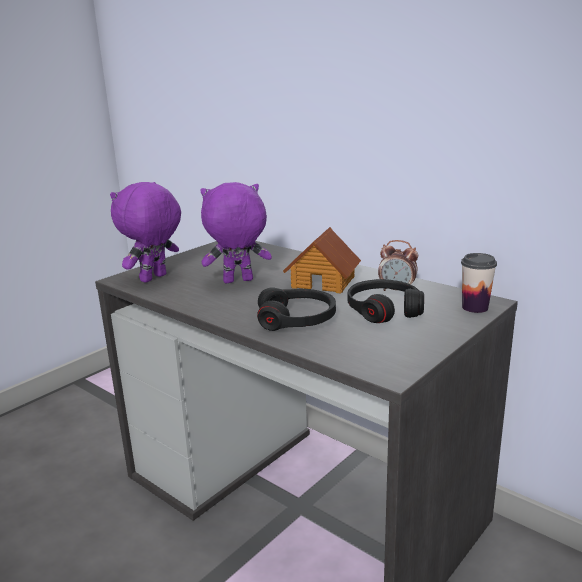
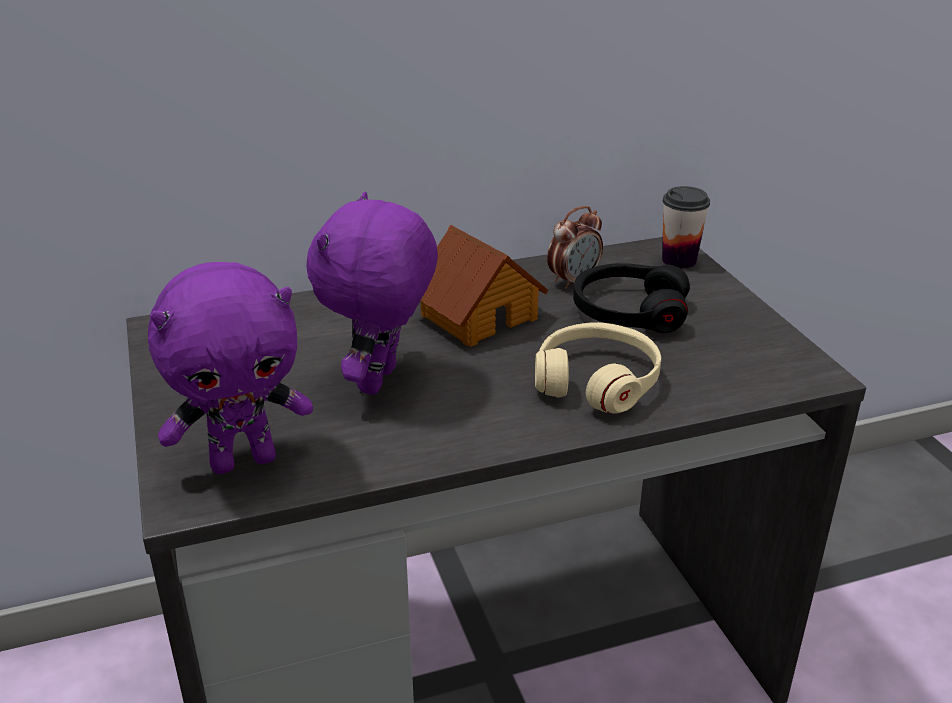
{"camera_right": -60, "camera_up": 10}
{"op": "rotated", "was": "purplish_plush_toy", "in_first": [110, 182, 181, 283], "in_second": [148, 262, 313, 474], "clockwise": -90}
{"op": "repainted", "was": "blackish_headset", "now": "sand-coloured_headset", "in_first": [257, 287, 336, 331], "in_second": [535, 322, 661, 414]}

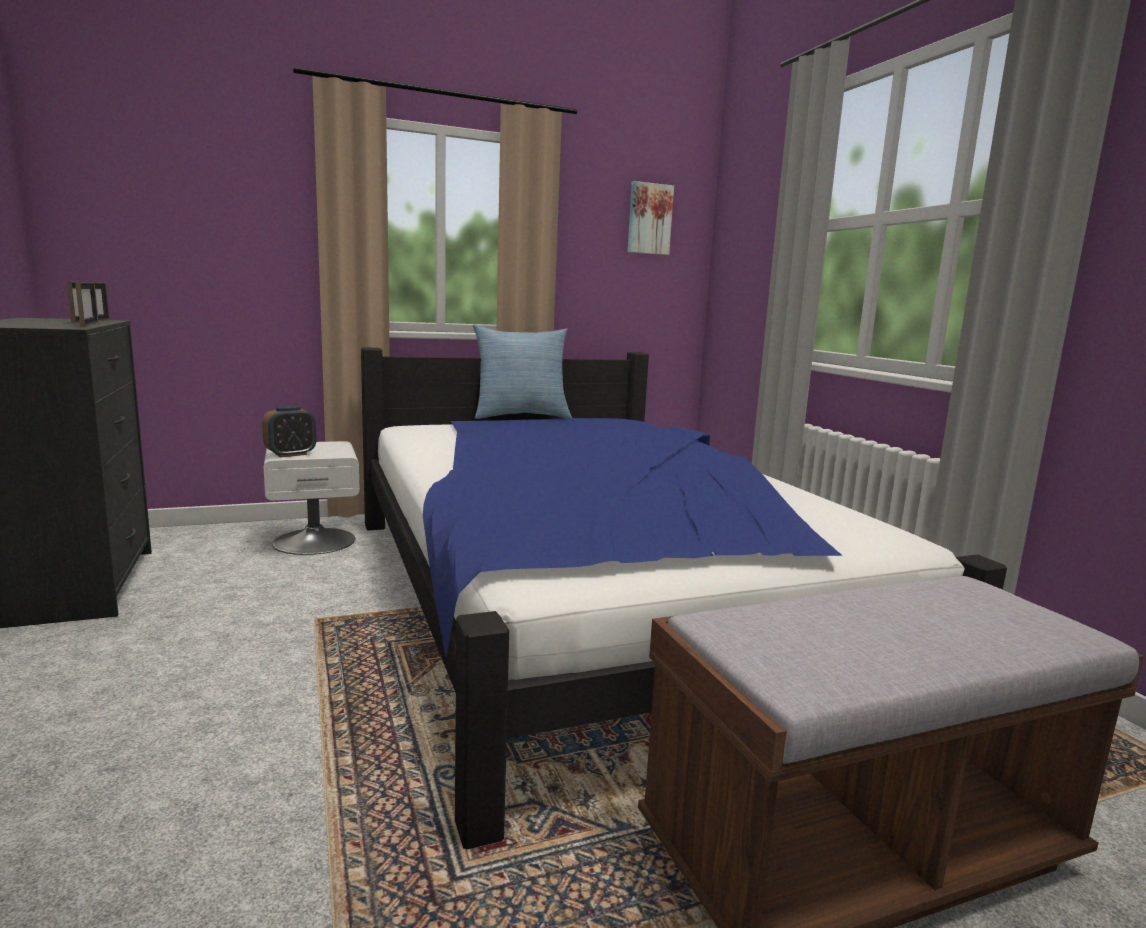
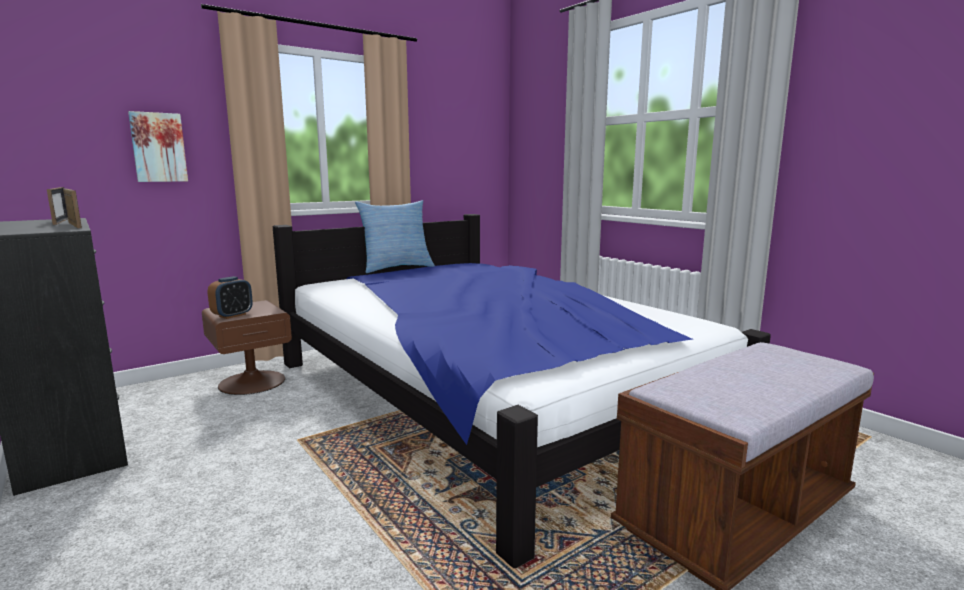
{"camera_right": -15, "camera_up": 0}
{"op": "shifted", "was": "picture", "in_first": [628, 181, 674, 255], "in_second": [128, 111, 188, 182]}
{"op": "repainted", "was": "white_night_table", "now": "brownish_night_table", "in_first": [264, 441, 360, 555], "in_second": [202, 300, 292, 395]}

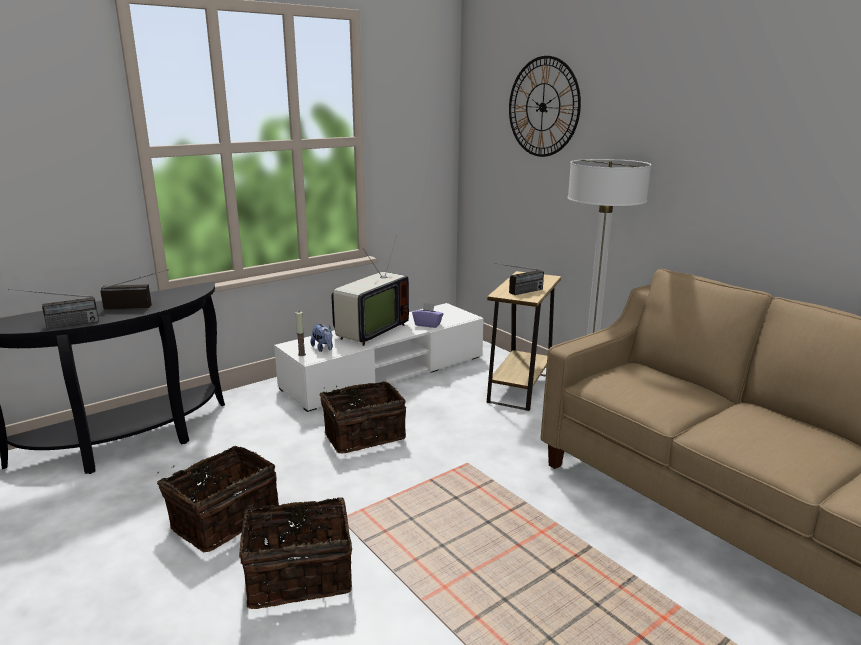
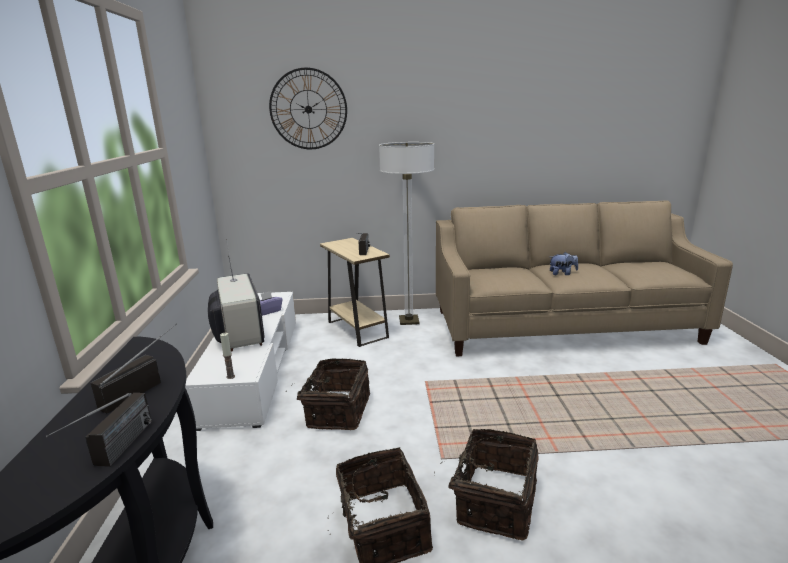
{"camera_right": -55, "camera_up": 0}
{"op": "shifted", "was": "plush_toy", "in_first": [311, 324, 333, 352], "in_second": [550, 252, 578, 275]}

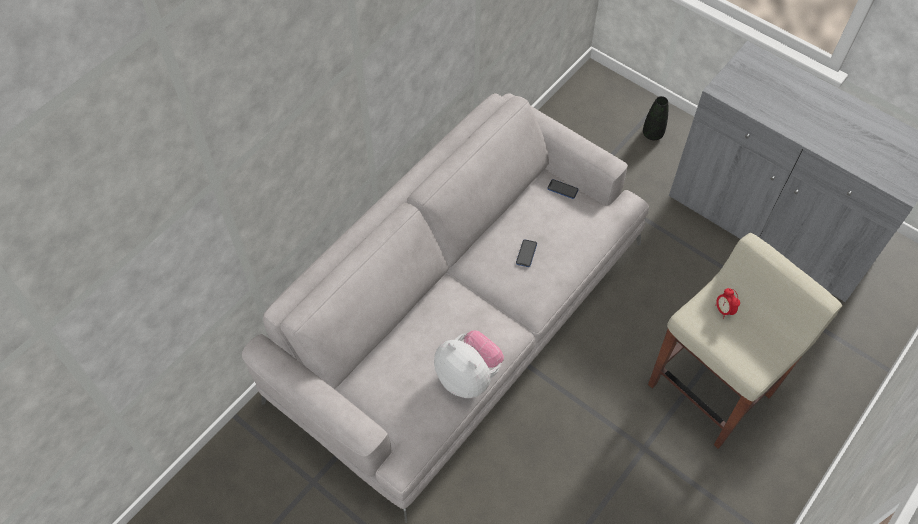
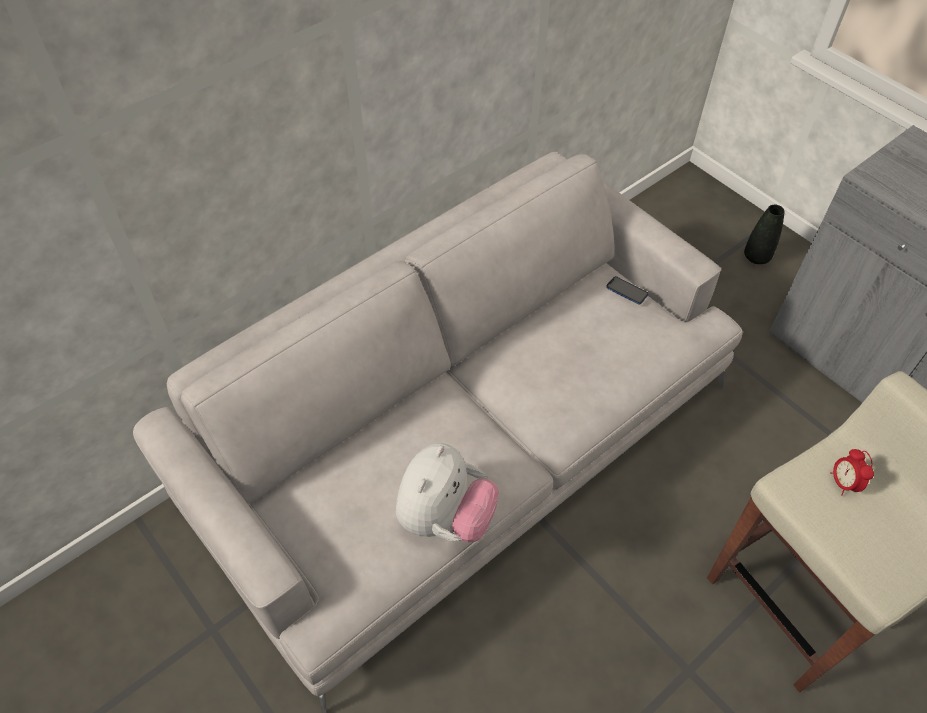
{"camera_right": 10, "camera_up": -5}
{"op": "gone", "was": "handset", "in_first": [516, 239, 537, 267]}
{"op": "rotated", "was": "plush_toy", "in_first": [434, 330, 504, 398], "in_second": [395, 443, 499, 542], "clockwise": 60}

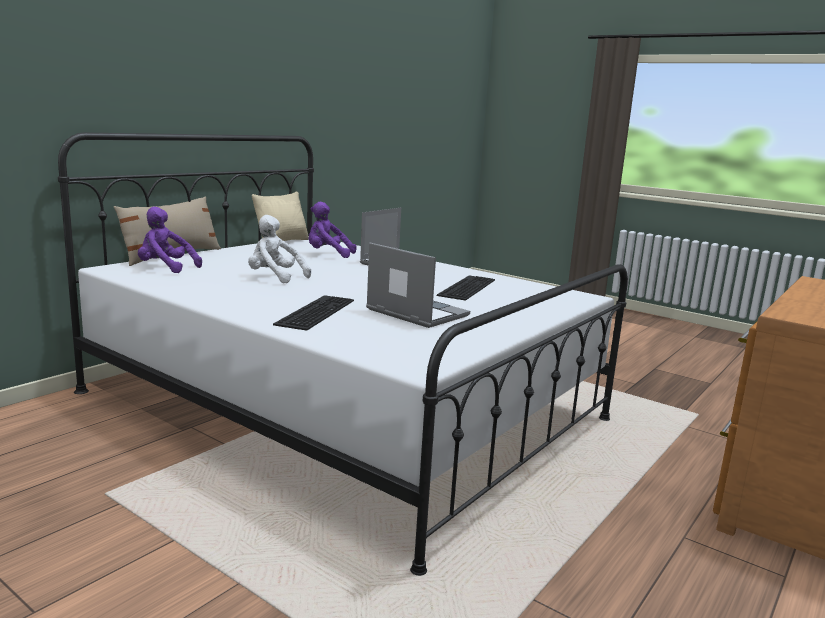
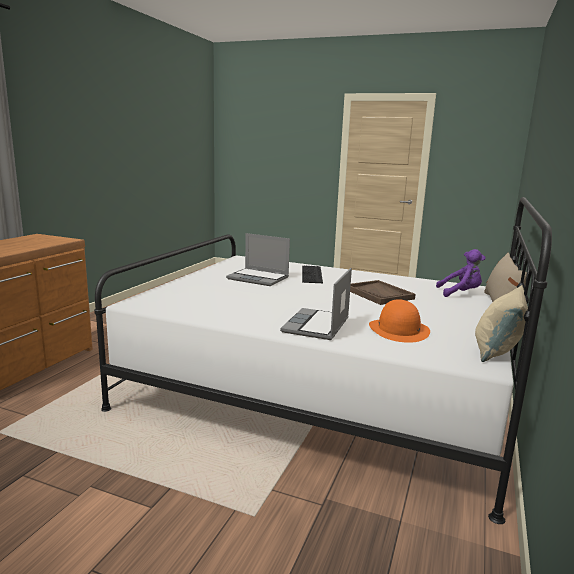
{"camera_right": 165, "camera_up": 0}
{"op": "swapped", "was": "purplish_plush_toy", "now": "orange-coloured_clothing_hat", "in_first": [309, 202, 356, 258], "in_second": [369, 299, 430, 343]}
{"op": "swapped", "was": "white_plush_toy", "now": "brownish_carrying_tray", "in_first": [248, 215, 311, 283], "in_second": [350, 280, 416, 305]}
{"op": "gone", "was": "keyboard", "in_first": [437, 275, 495, 301]}

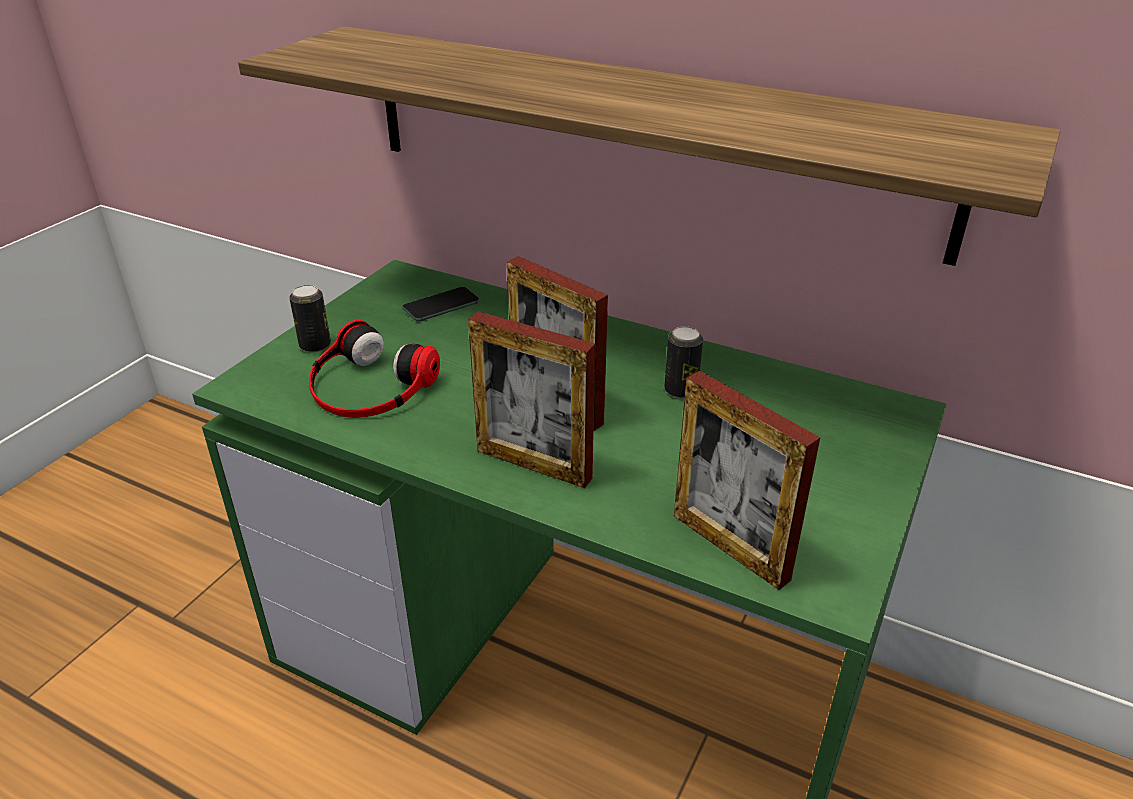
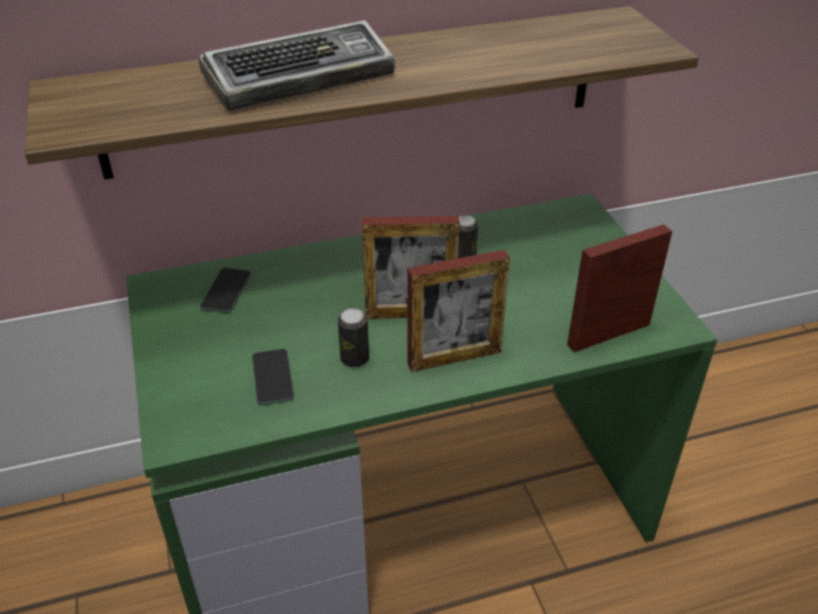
{"camera_right": -45, "camera_up": 5}
{"op": "shifted", "was": "sealed_can", "in_first": [289, 285, 331, 352], "in_second": [338, 308, 369, 367]}
{"op": "swapped", "was": "headset", "now": "handset", "in_first": [309, 320, 440, 418], "in_second": [252, 349, 294, 405]}
{"op": "rotated", "was": "photo_frame", "in_first": [674, 371, 821, 590], "in_second": [567, 224, 672, 353], "clockwise": 150}
{"op": "new", "now": "keyboard", "in_second": [198, 20, 395, 111]}

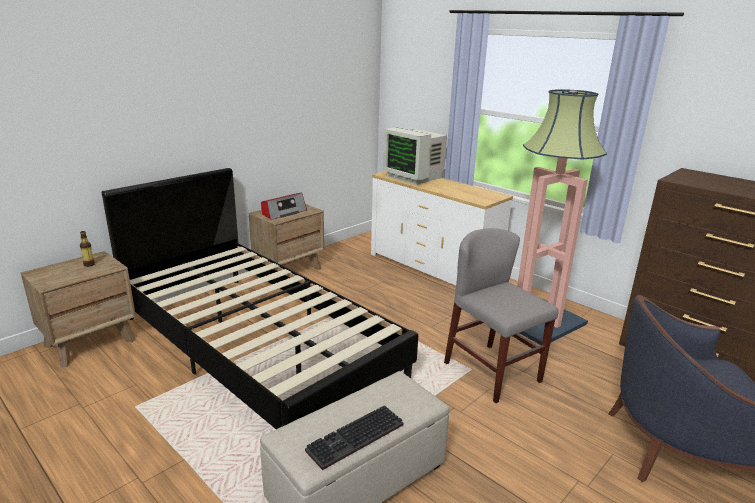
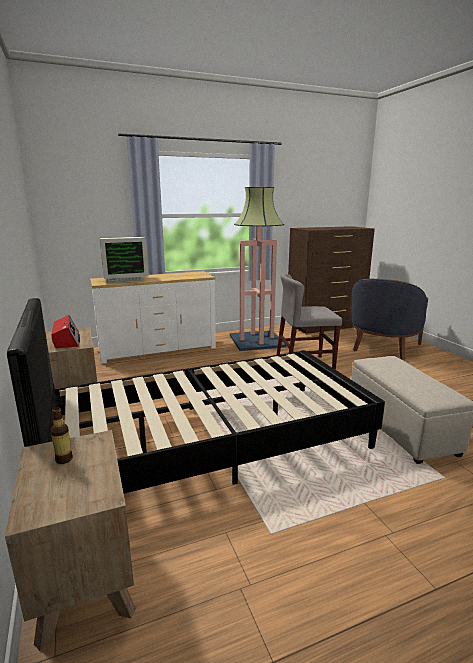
{"camera_right": -65, "camera_up": -5}
{"op": "gone", "was": "keyboard", "in_first": [305, 405, 403, 470]}

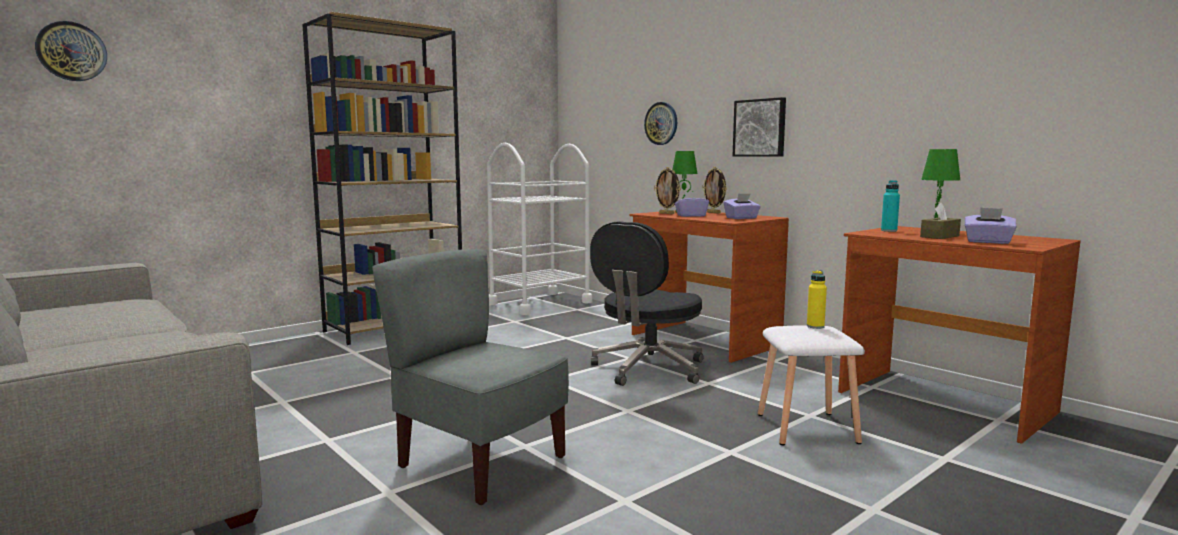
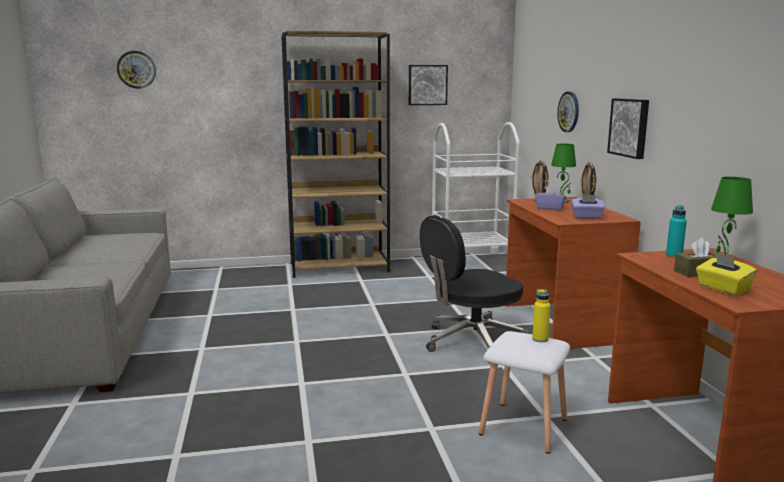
{"camera_right": 30, "camera_up": 5}
{"op": "repainted", "was": "purplish_box_of_tissues", "now": "yellowish_box_of_tissues", "in_first": [965, 207, 1017, 244], "in_second": [696, 252, 757, 295]}
{"op": "gone", "was": "greyish_upright_chair", "in_first": [372, 249, 569, 505]}
{"op": "new", "now": "picture", "in_second": [409, 65, 448, 105]}

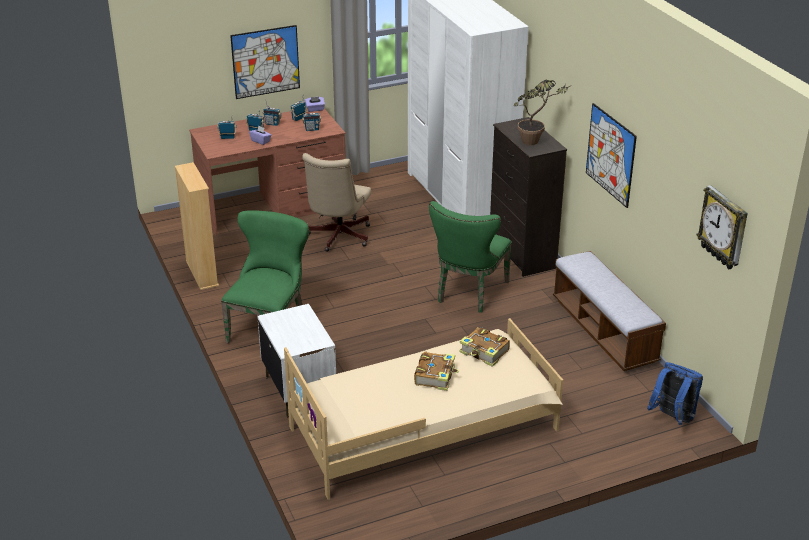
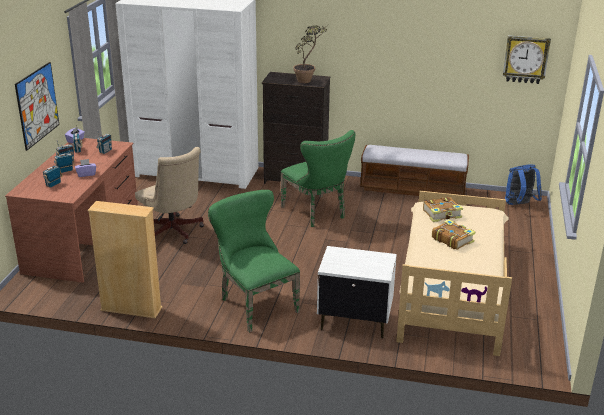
{"camera_right": -55, "camera_up": -5}
{"op": "gone", "was": "picture", "in_first": [586, 103, 637, 208]}

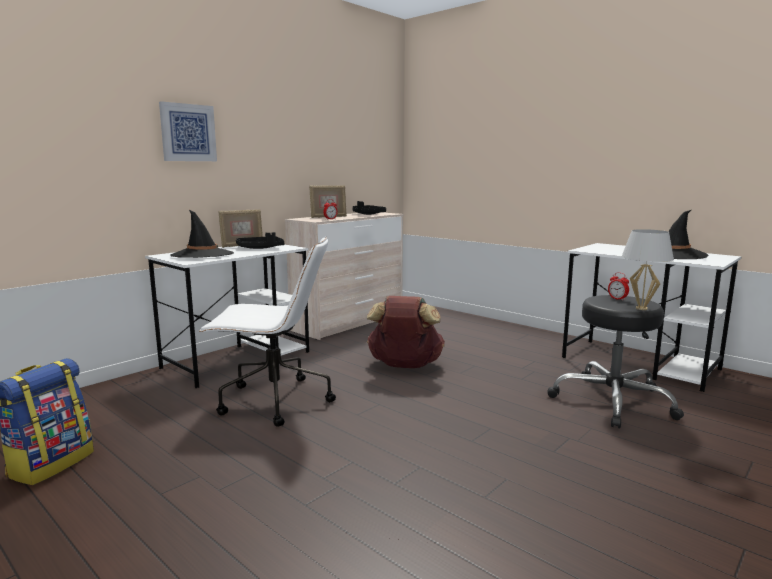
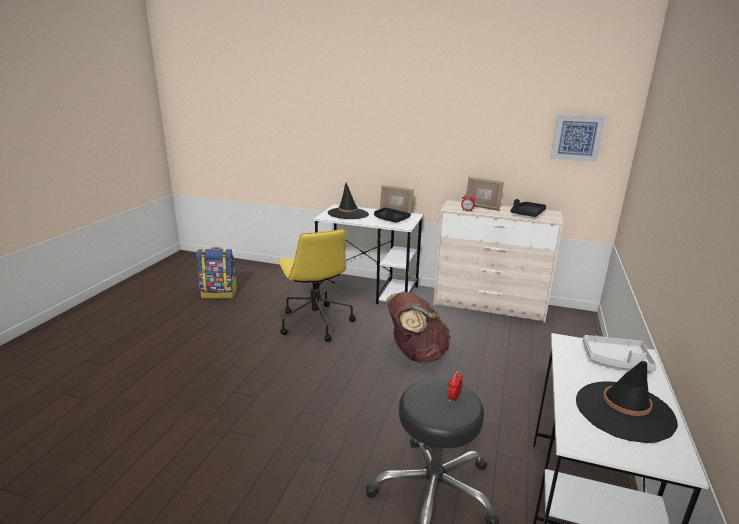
{"camera_right": 65, "camera_up": 10}
{"op": "shifted", "was": "picture", "in_first": [159, 101, 217, 161], "in_second": [551, 114, 606, 162]}
{"op": "gone", "was": "white_tabletop_lamp", "in_first": [622, 229, 674, 310]}
{"op": "repainted", "was": "white_desk_chair", "now": "yellowish_desk_chair", "in_first": [199, 236, 336, 427], "in_second": [277, 229, 356, 342]}
{"op": "new", "now": "white_carrying_tray", "in_second": [583, 335, 657, 371]}

